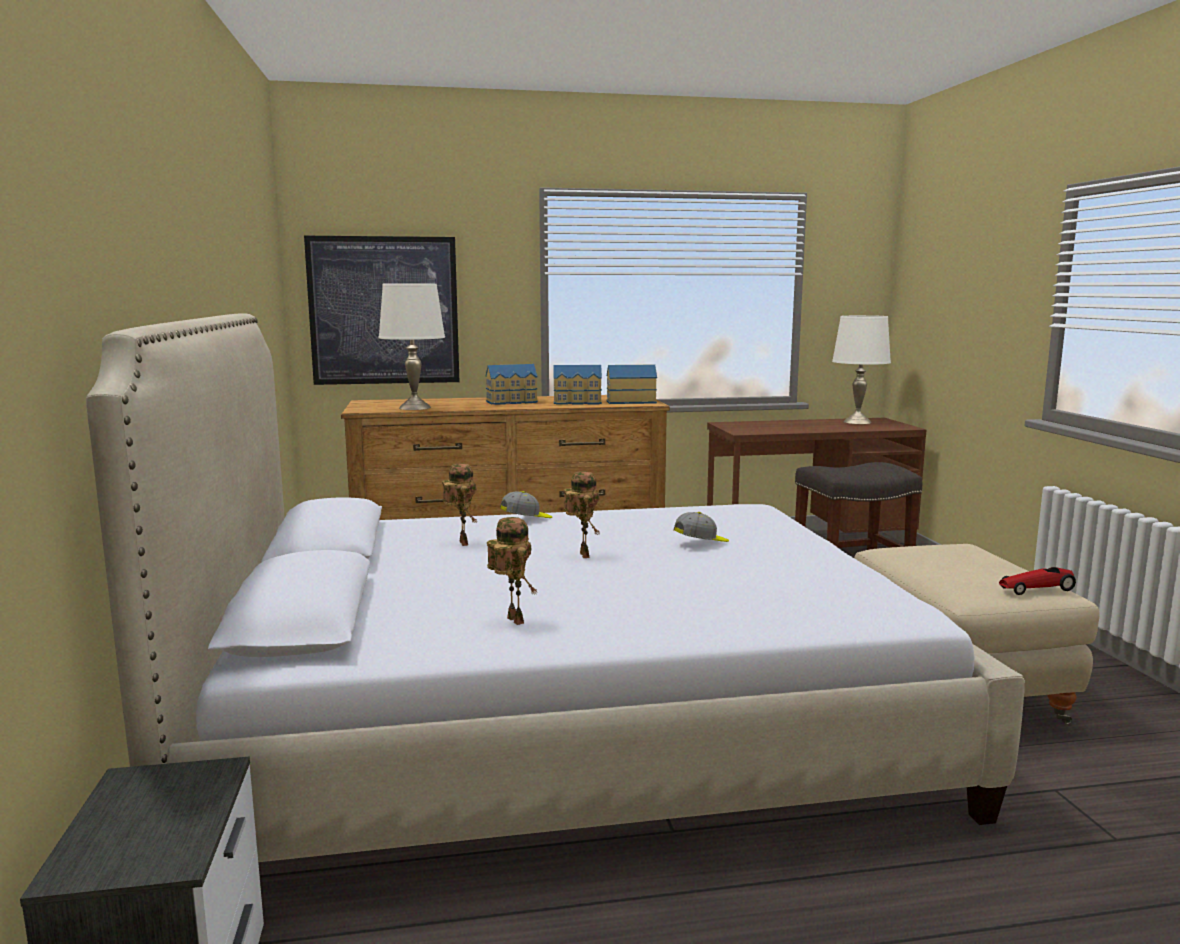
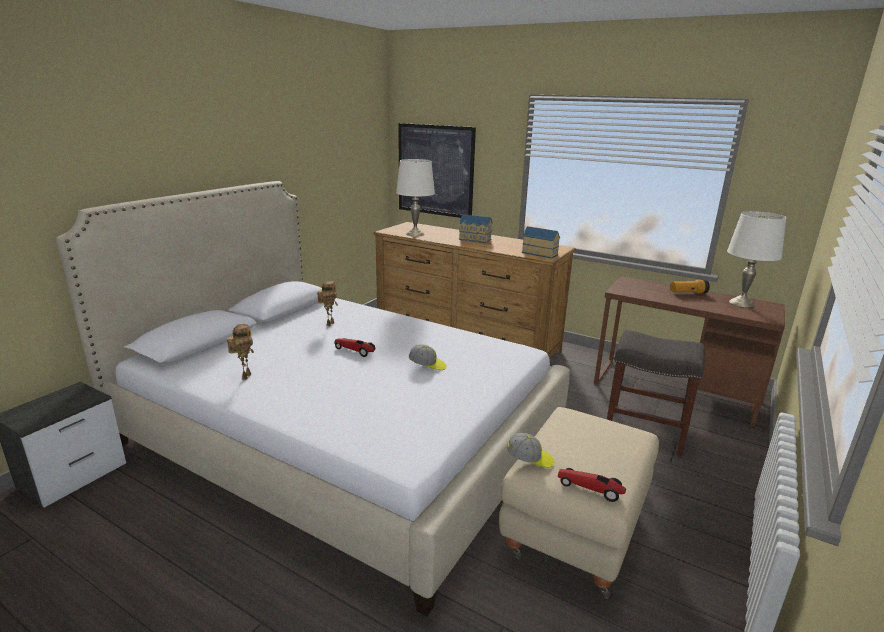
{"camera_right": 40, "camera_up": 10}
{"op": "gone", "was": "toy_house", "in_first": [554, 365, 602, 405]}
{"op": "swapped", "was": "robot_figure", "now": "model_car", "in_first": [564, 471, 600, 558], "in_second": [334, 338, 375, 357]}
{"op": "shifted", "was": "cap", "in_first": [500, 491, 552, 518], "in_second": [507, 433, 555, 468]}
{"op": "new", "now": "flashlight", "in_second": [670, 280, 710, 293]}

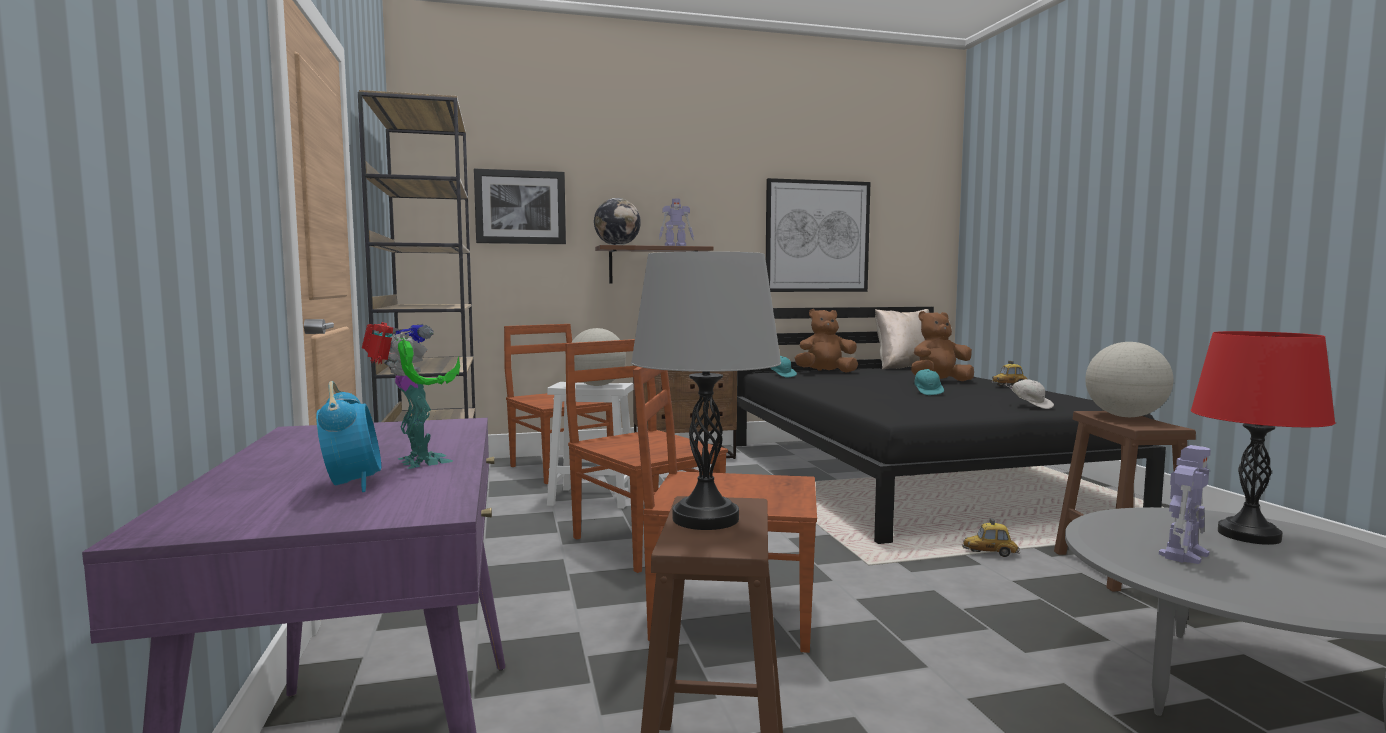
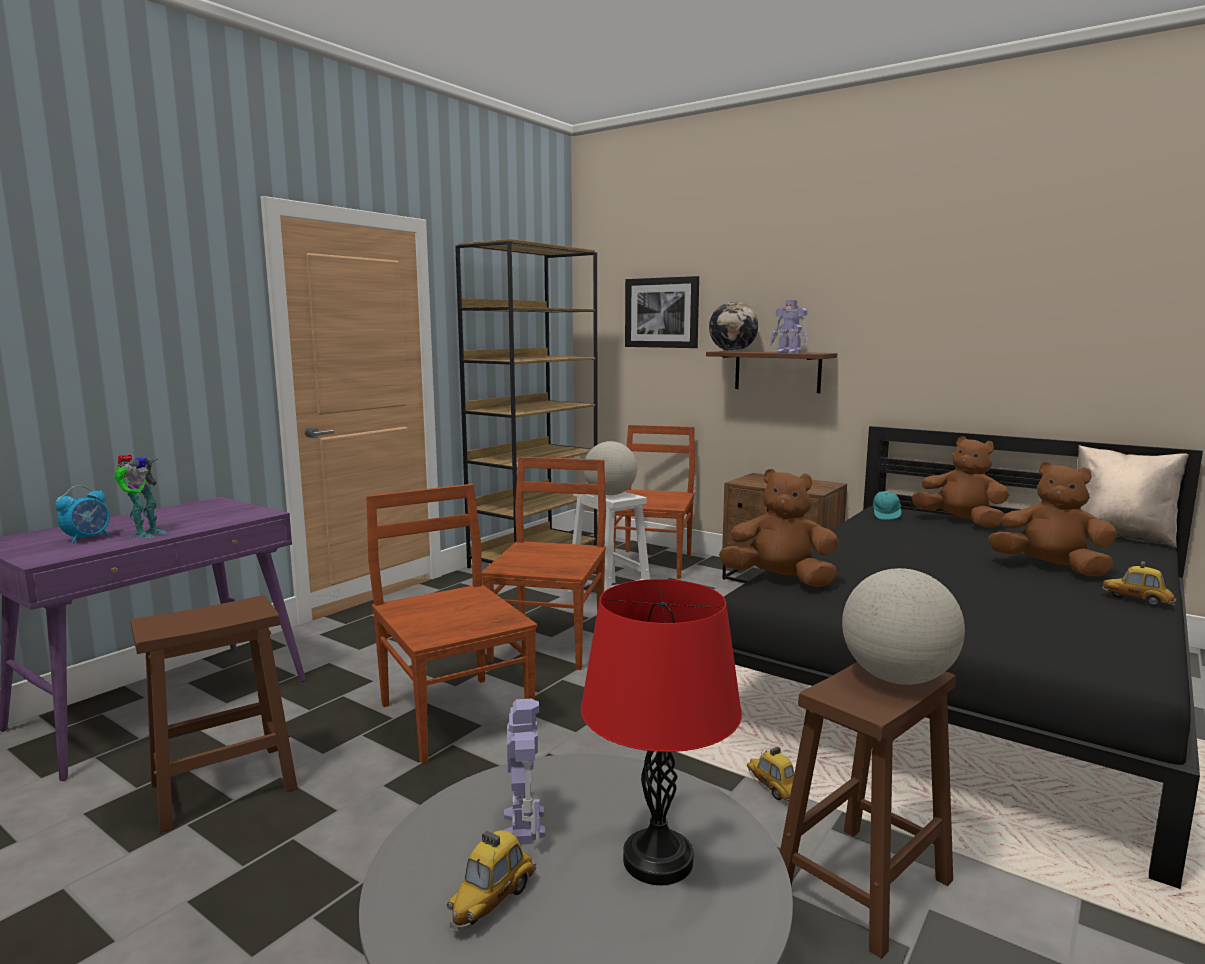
{"camera_right": 50, "camera_up": 5}
{"op": "gone", "was": "picture", "in_first": [766, 178, 870, 292]}
{"op": "gone", "was": "greyish_tabletop_lamp", "in_first": [631, 251, 781, 530]}
{"op": "gone", "was": "turquoise-coloured_cap", "in_first": [914, 369, 944, 395]}
{"op": "gone", "was": "white_cap", "in_first": [1004, 379, 1054, 409]}
{"op": "rotated", "was": "robot_figure", "in_first": [1159, 445, 1211, 564], "in_second": [504, 699, 545, 845], "clockwise": -105}
{"op": "new", "now": "brownish_plush_toy", "in_second": [719, 469, 839, 587]}
{"op": "new", "now": "model_car", "in_second": [447, 830, 536, 932]}

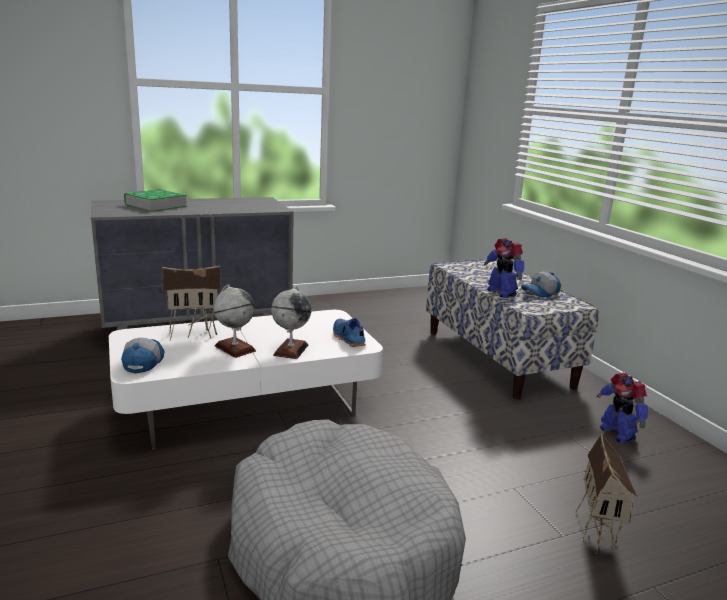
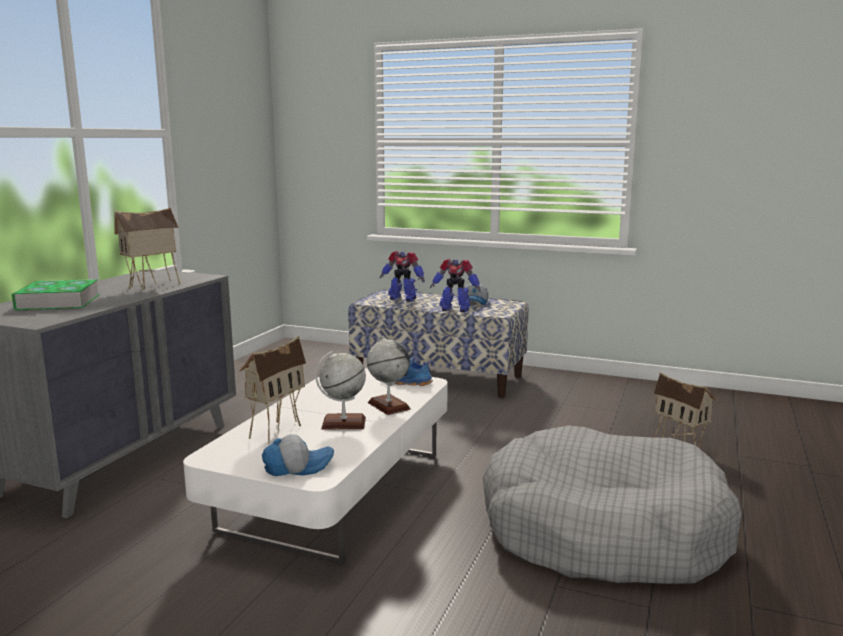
{"camera_right": -45, "camera_up": -5}
{"op": "rotated", "was": "cap", "in_first": [121, 338, 164, 374], "in_second": [262, 434, 334, 476], "clockwise": 120}
{"op": "shifted", "was": "robot_figure", "in_first": [596, 373, 648, 443], "in_second": [380, 251, 425, 301]}
{"op": "new", "now": "toy_house", "in_second": [114, 208, 180, 290]}

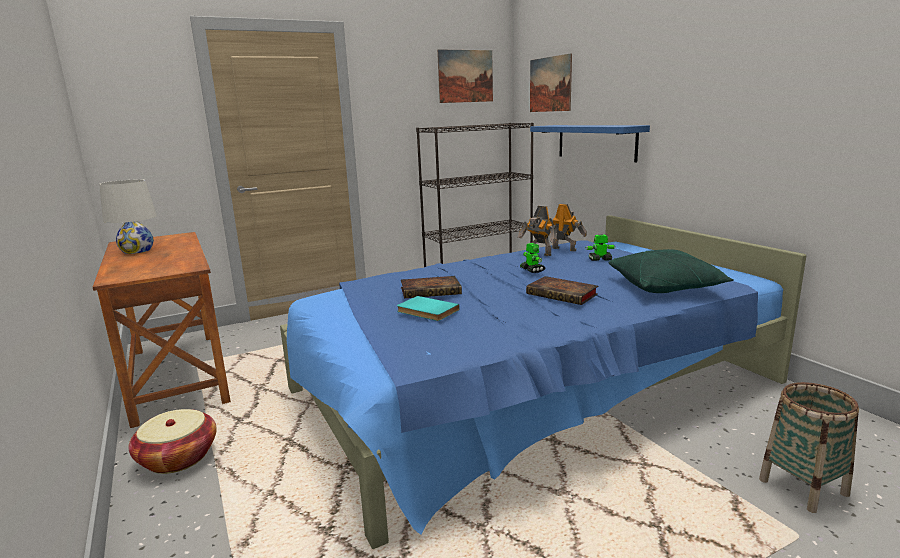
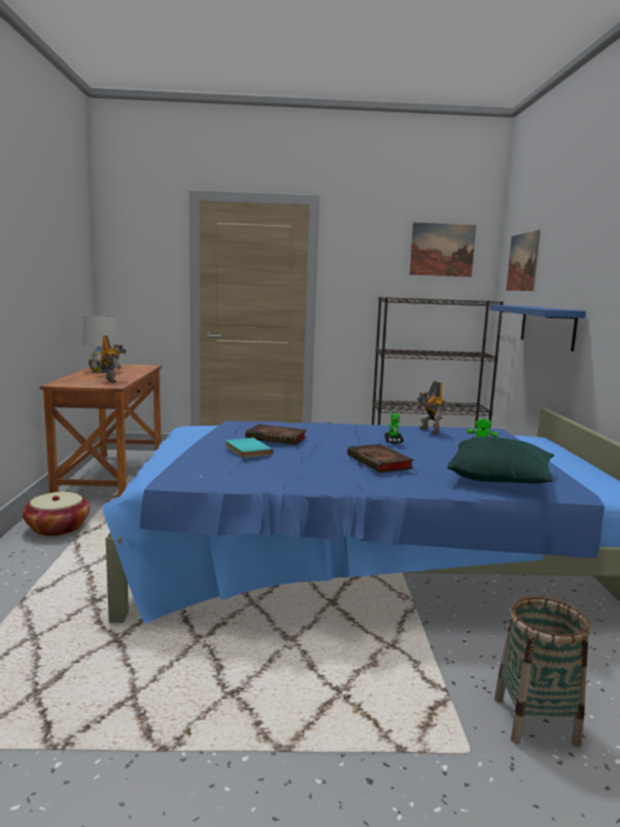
{"camera_right": 25, "camera_up": -5}
{"op": "shifted", "was": "robot_figure", "in_first": [549, 203, 587, 251], "in_second": [101, 335, 126, 383]}

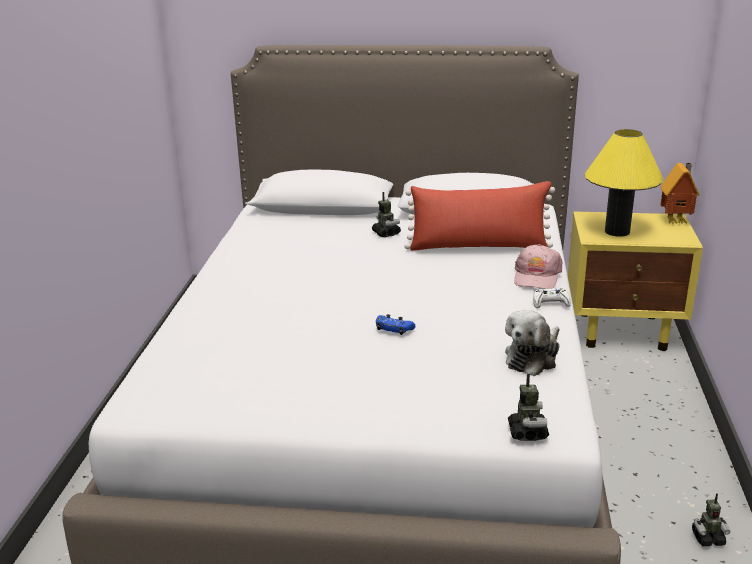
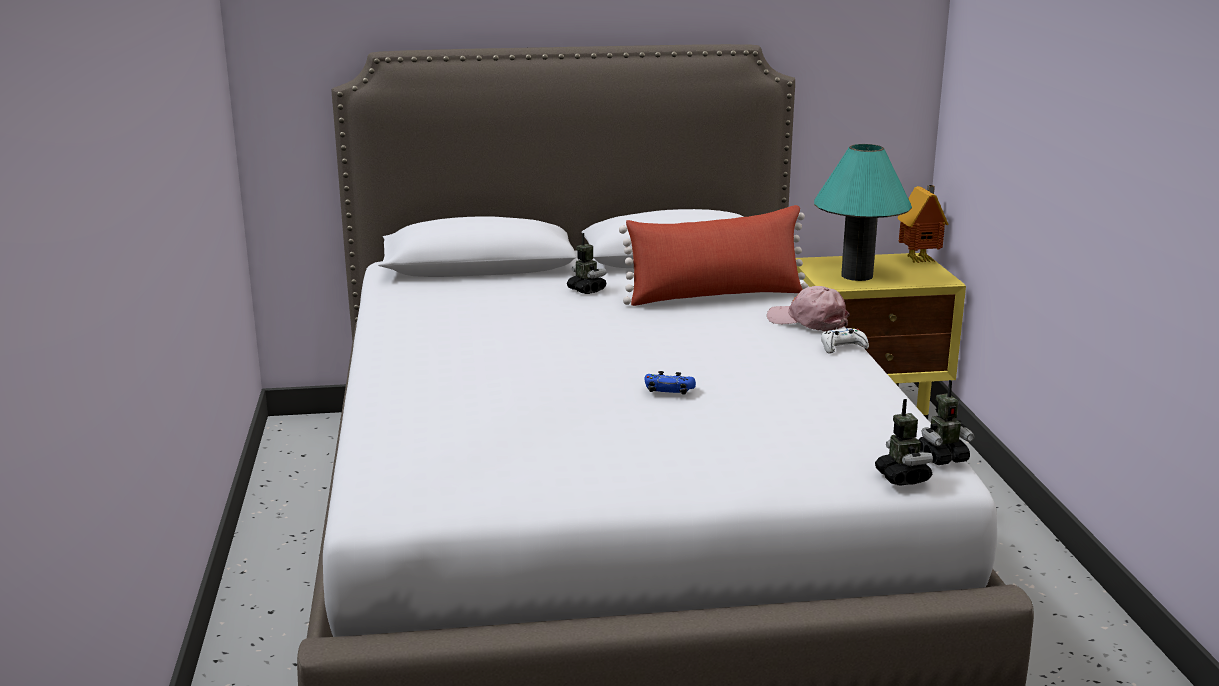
{"camera_right": -15, "camera_up": -5}
{"op": "repainted", "was": "yellowish_tabletop_lamp", "now": "turquoise-coloured_tabletop_lamp", "in_first": [585, 129, 663, 237], "in_second": [814, 144, 912, 281]}
{"op": "rotated", "was": "pinkish_cap", "in_first": [514, 244, 562, 289], "in_second": [767, 286, 850, 332], "clockwise": 120}
{"op": "gone", "was": "plush_toy", "in_first": [505, 310, 559, 376]}
{"op": "shifted", "was": "robot_figure", "in_first": [692, 493, 730, 546], "in_second": [918, 380, 975, 465]}

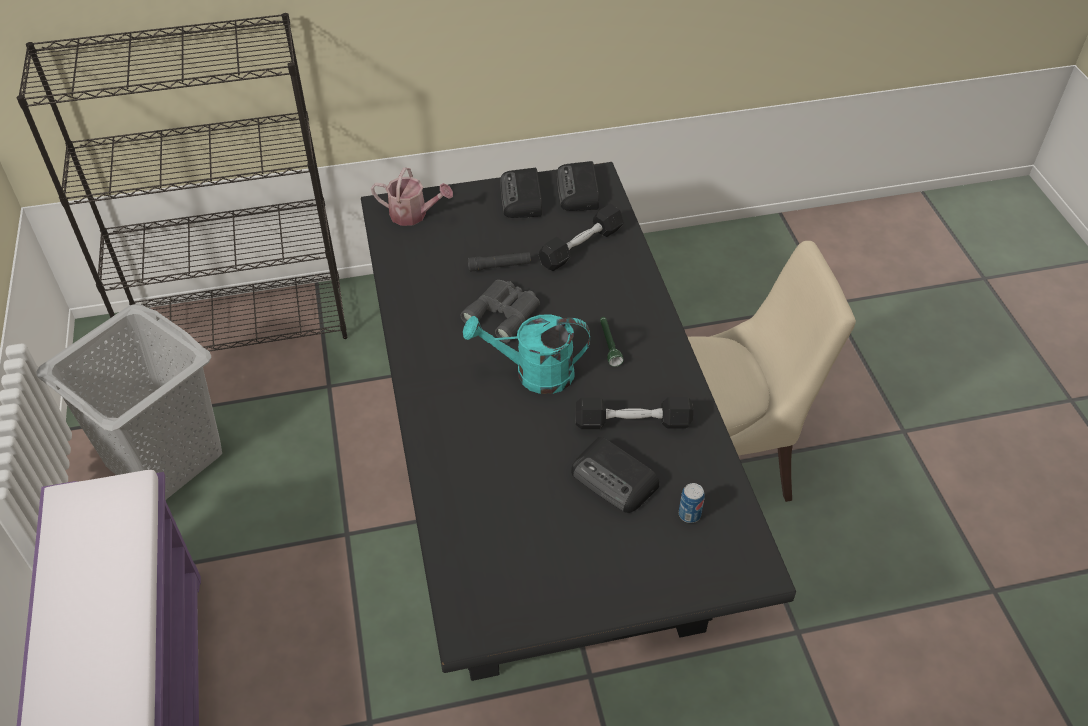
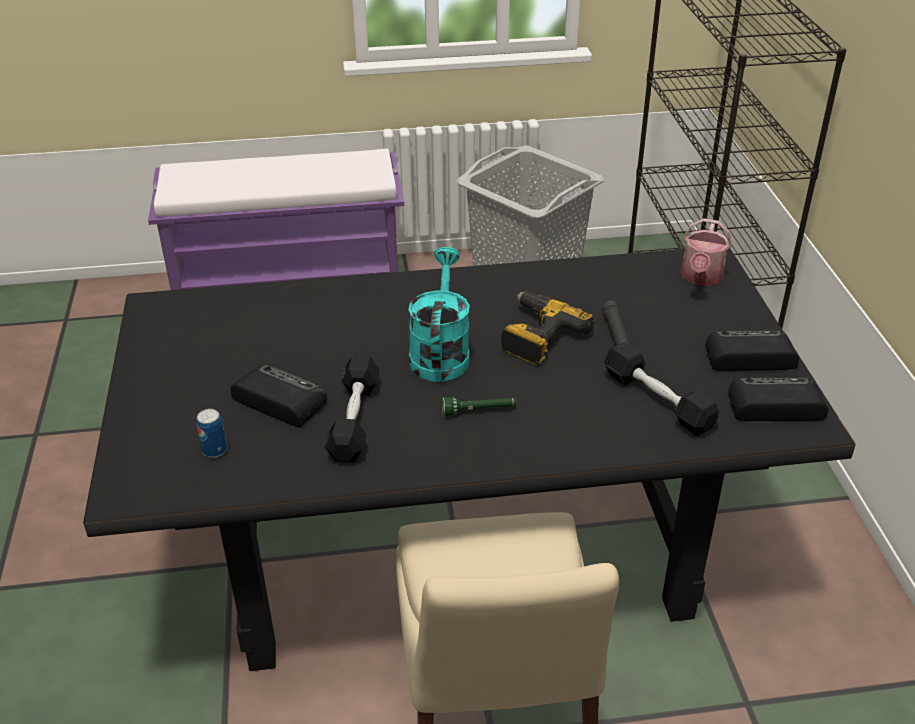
{"camera_right": 95, "camera_up": -10}
{"op": "swapped", "was": "greyish_field_glasses", "now": "drill", "in_first": [460, 280, 540, 343], "in_second": [501, 292, 594, 365]}
{"op": "rotated", "was": "radio", "in_first": [571, 437, 659, 513], "in_second": [230, 365, 327, 427], "clockwise": 75}

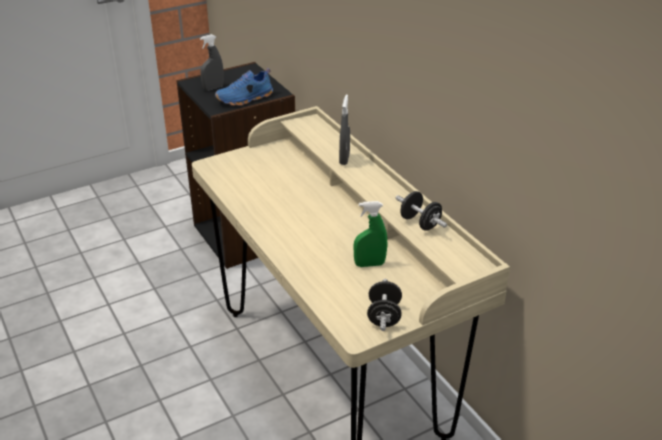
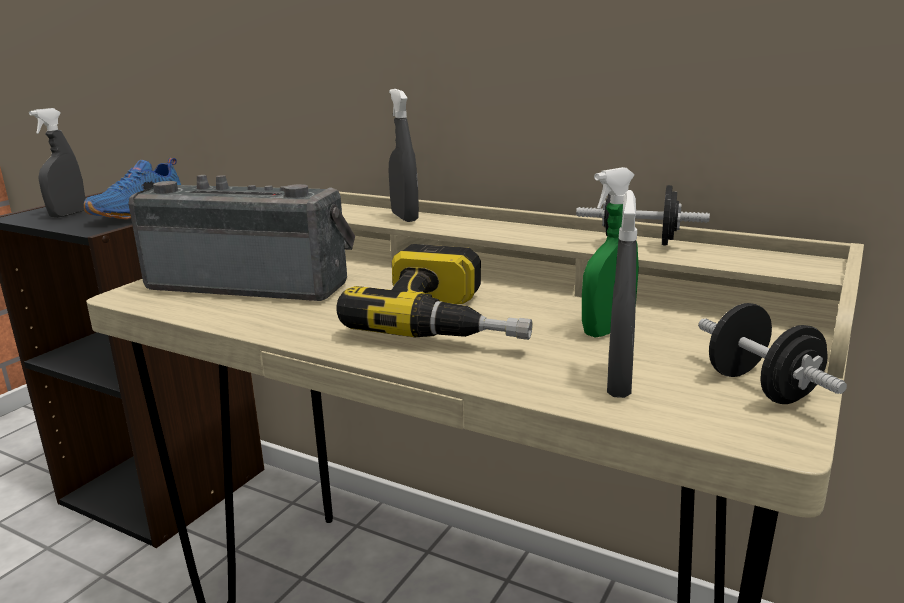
{"camera_right": -30, "camera_up": -15}
{"op": "new", "now": "radio", "in_second": [128, 175, 355, 301]}
{"op": "new", "now": "greyish_sprayer", "in_second": [607, 190, 637, 398]}
{"op": "new", "now": "drill", "in_second": [336, 244, 533, 340]}

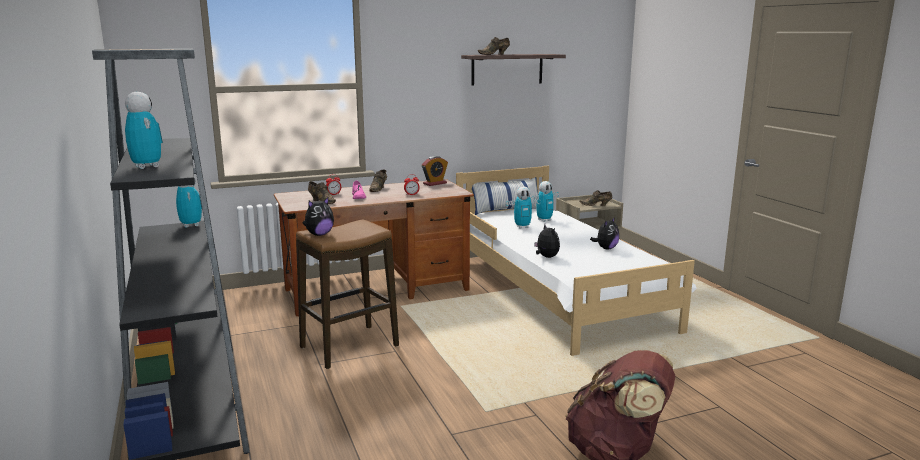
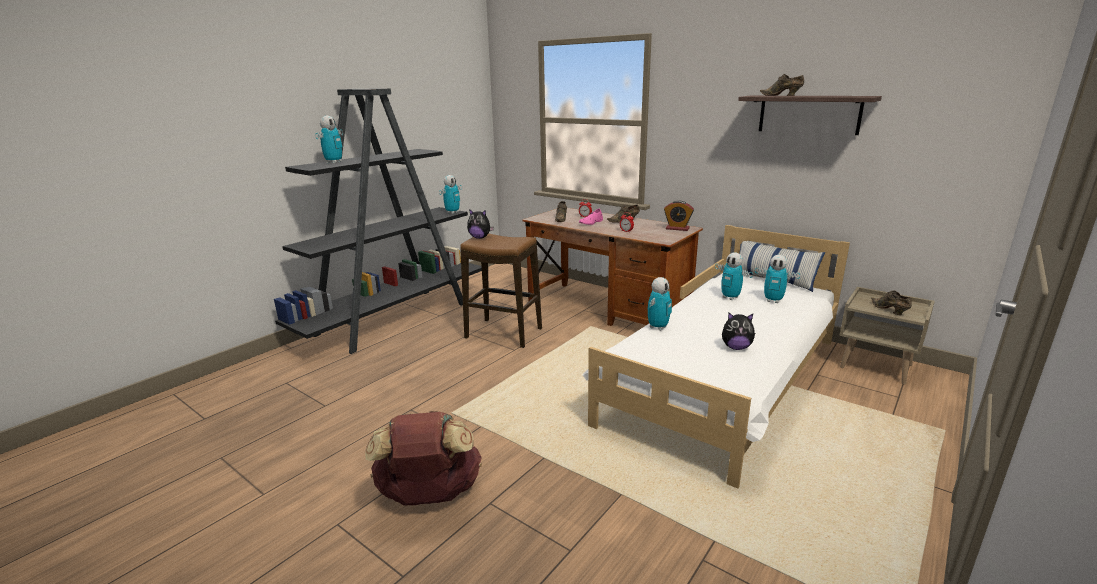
{"camera_right": 60, "camera_up": 5}
{"op": "swapped", "was": "plush_toy", "now": "robot_figure", "in_first": [534, 224, 560, 258], "in_second": [648, 277, 672, 331]}

